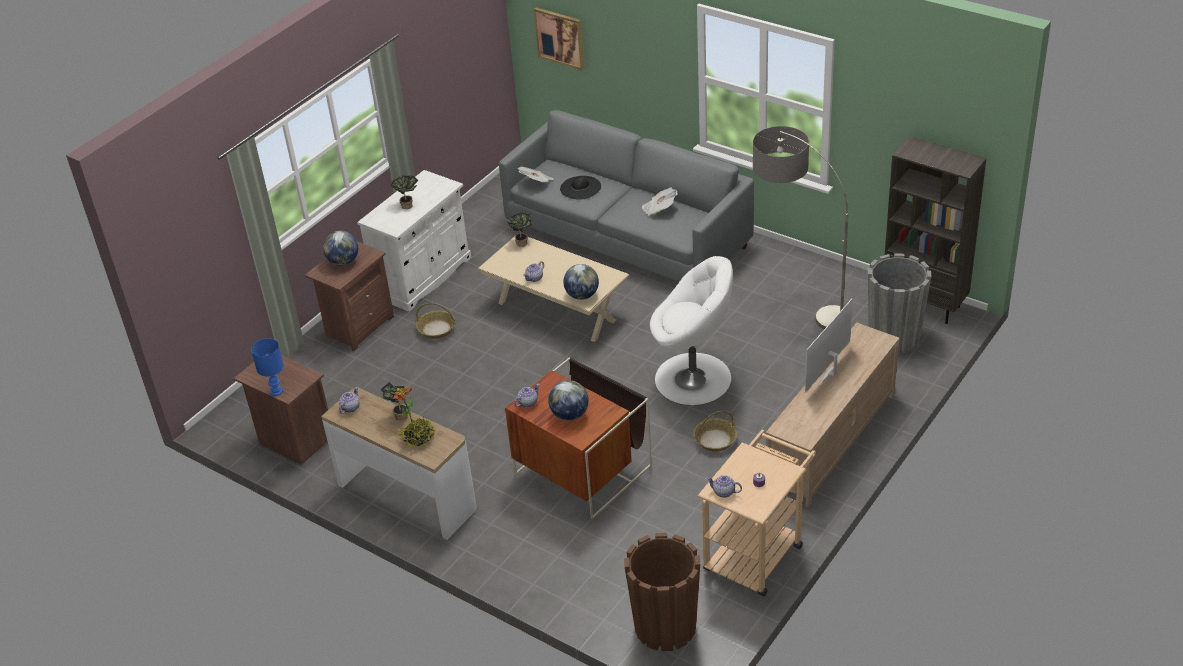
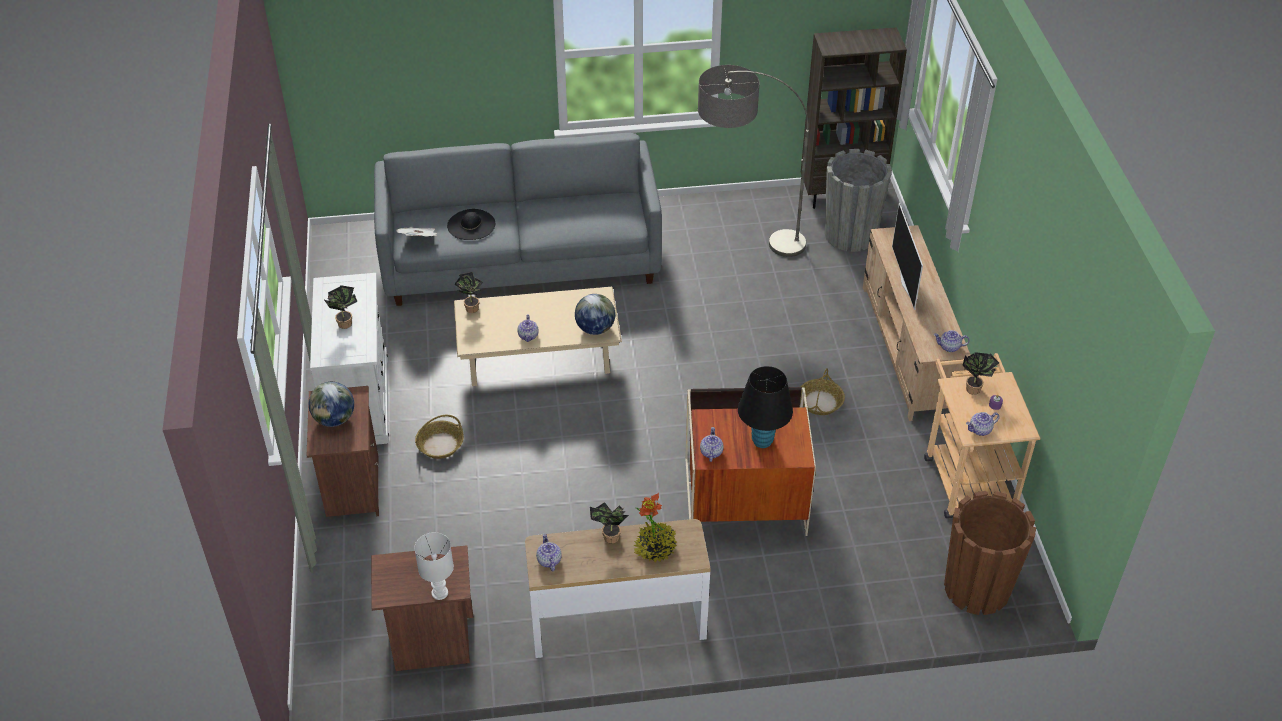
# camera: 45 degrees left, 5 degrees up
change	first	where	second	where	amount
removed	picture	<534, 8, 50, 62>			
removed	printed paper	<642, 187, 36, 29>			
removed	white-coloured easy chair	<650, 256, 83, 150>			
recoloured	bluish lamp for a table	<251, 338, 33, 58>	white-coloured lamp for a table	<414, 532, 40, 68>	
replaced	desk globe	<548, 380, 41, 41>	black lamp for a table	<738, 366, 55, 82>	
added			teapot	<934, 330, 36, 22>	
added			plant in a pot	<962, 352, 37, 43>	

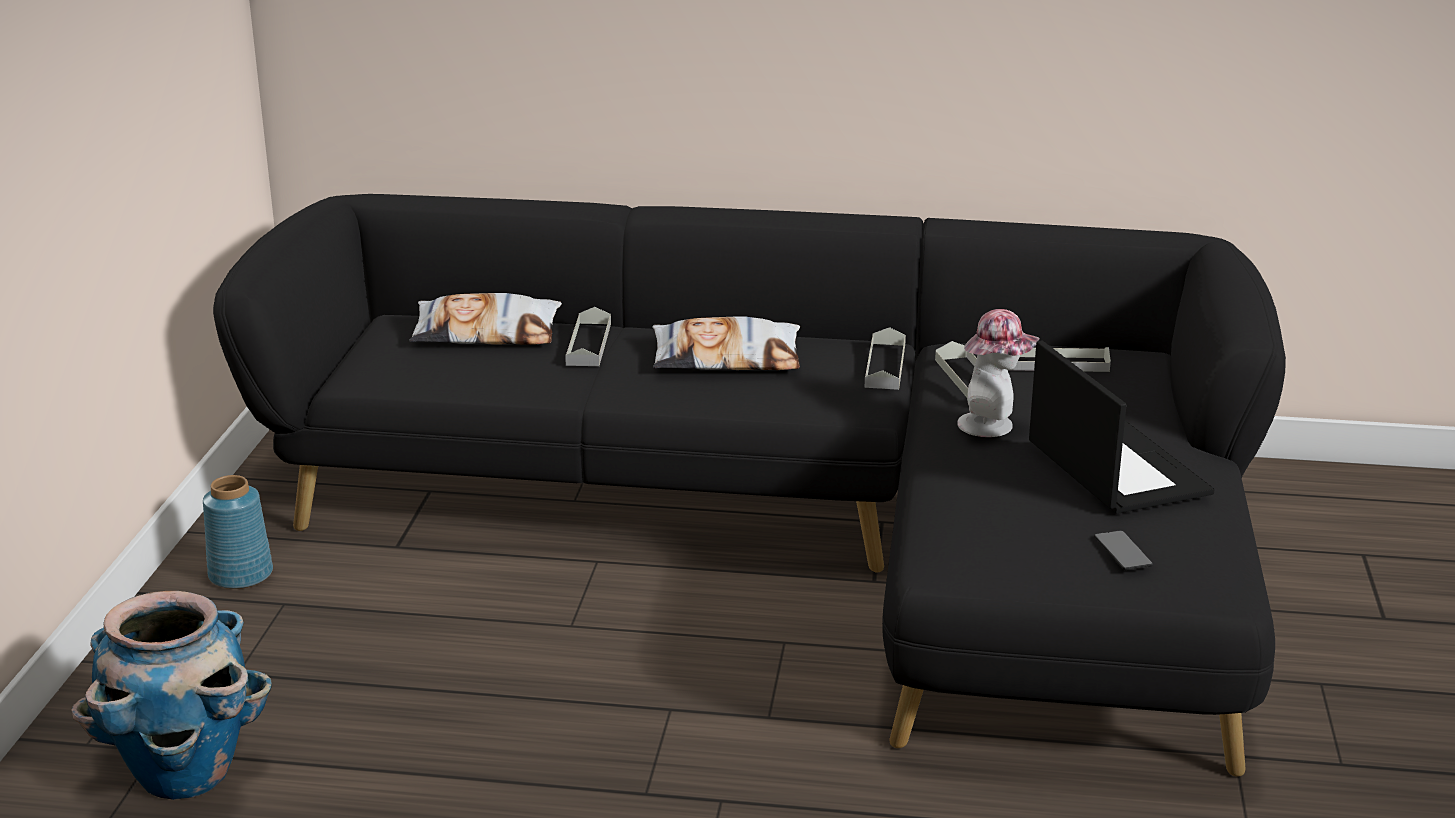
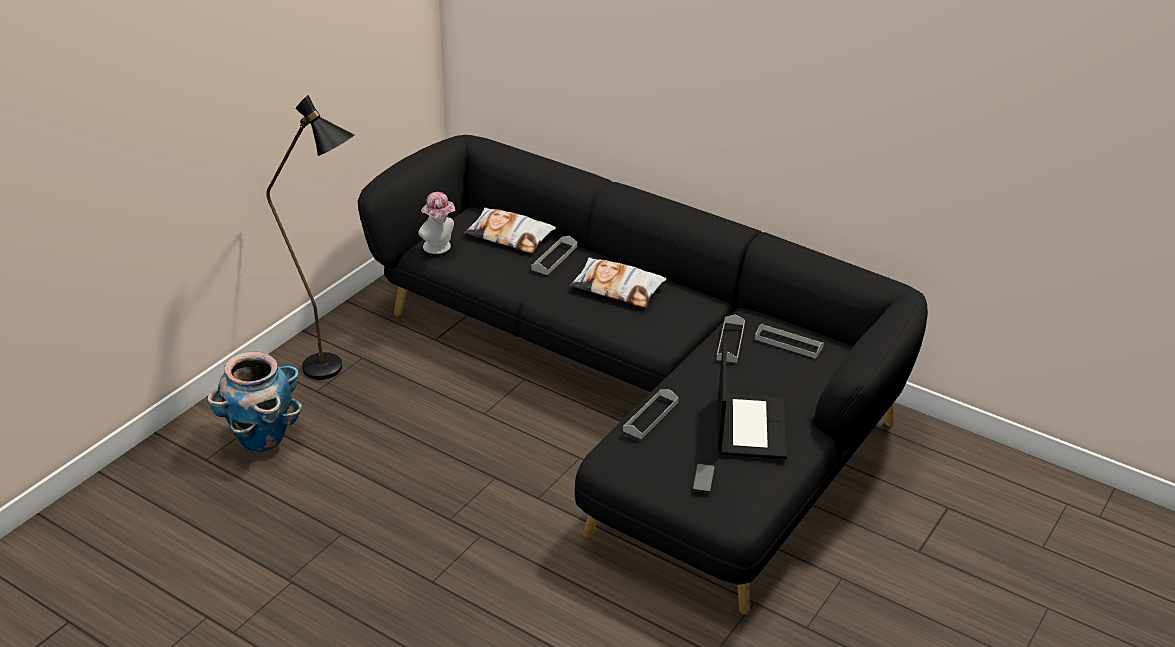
# camera: 25 degrees right, 10 degrees up
change	first	where	second	where	amount
moved	clothing hat	<957, 309, 83, 128>		<418, 192, 37, 62>	
moved	greyish tray	<865, 327, 41, 63>		<623, 389, 56, 50>	
removed	bluish decorative vase	<203, 475, 70, 114>			
added			black standard lamp	<266, 95, 88, 285>	

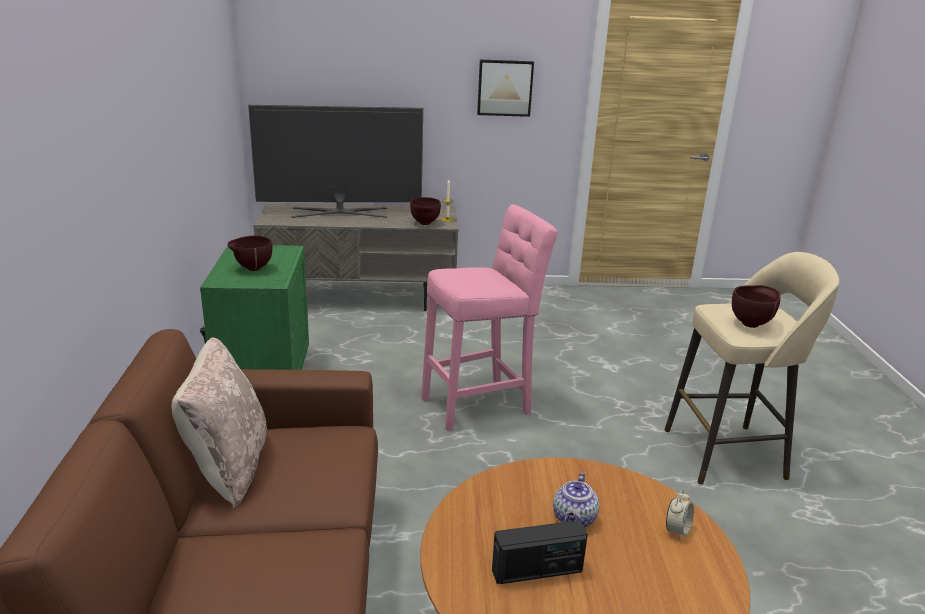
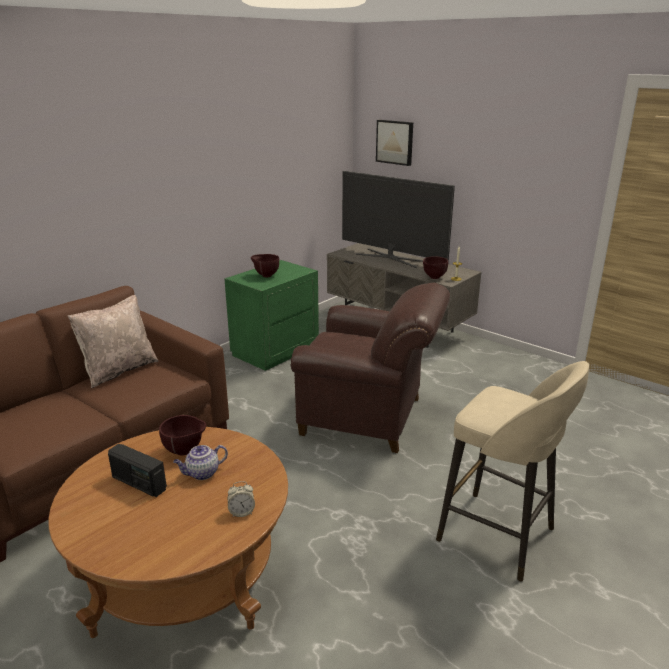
# camera: 45 degrees right, 0 degrees up
change	first	where	second	where	amount
moved	picture	<477, 60, 57, 57>		<376, 120, 37, 46>	
replaced	pink stool seat	<421, 204, 137, 227>	brown easy chair	<291, 283, 159, 170>	
moved	brown deep dish	<732, 285, 48, 43>		<159, 415, 47, 40>	

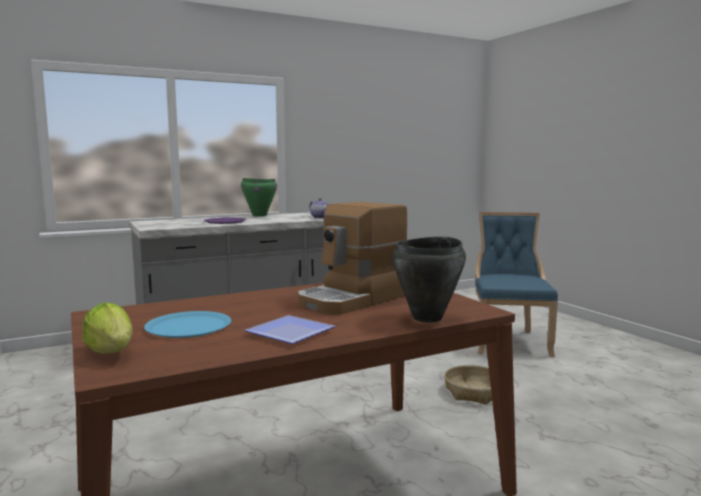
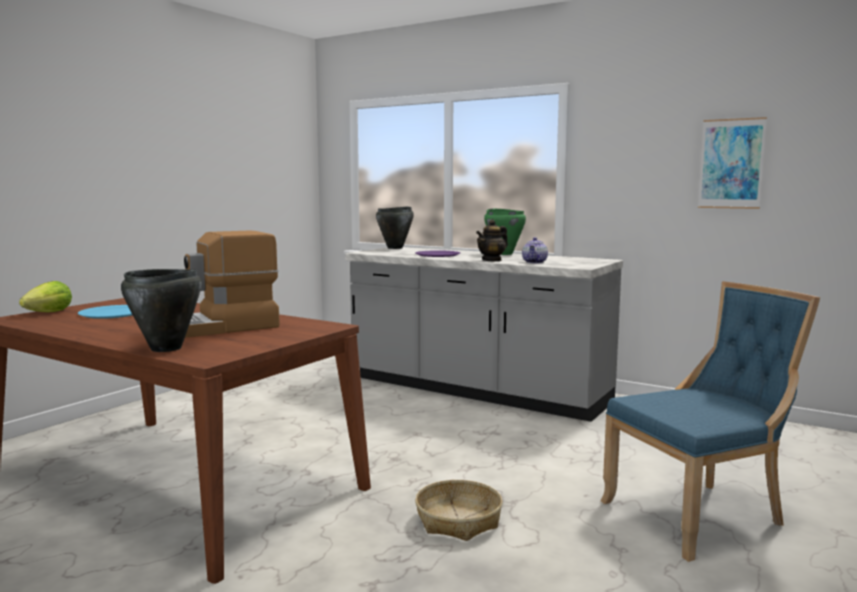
# camera: 60 degrees right, 0 degrees up
change	first	where	second	where	amount
turned	coffee brewer	<298, 202, 109, 112>		<184, 230, 96, 108>	45 degrees counterclockwise
removed	flat dish	<244, 315, 91, 29>			
added			picture	<698, 117, 69, 92>	
added			black saucepot	<376, 206, 38, 43>	
added			teapot	<476, 219, 32, 42>	

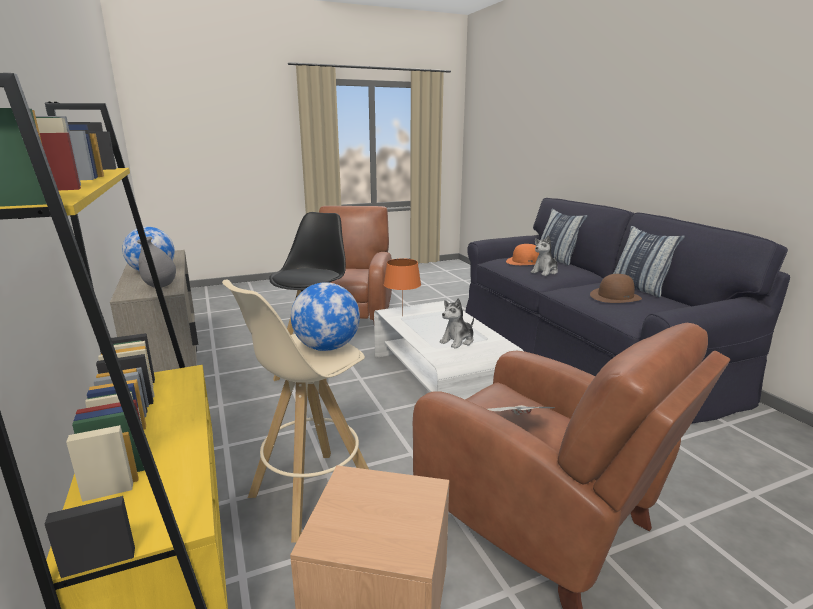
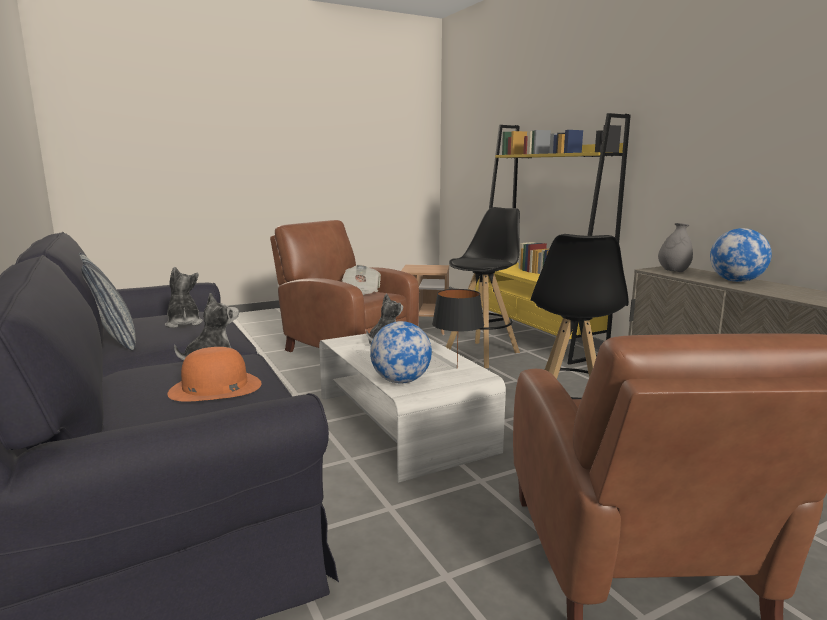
# camera: 175 degrees right, 5 degrees down
change	first	where	second	where	amount
removed	pillow	<541, 209, 47, 57>			
recoloured	orange lamp for a table	<384, 258, 37, 58>	black lamp for a table	<432, 289, 52, 79>	
replaced	brown clothing hat	<590, 274, 52, 29>	cuddly toy	<165, 267, 38, 61>	
recoloured	beige stool seat	<222, 280, 147, 263>	black stool seat	<446, 207, 74, 161>	
moved	desk globe	<291, 282, 69, 69>		<370, 321, 62, 62>	

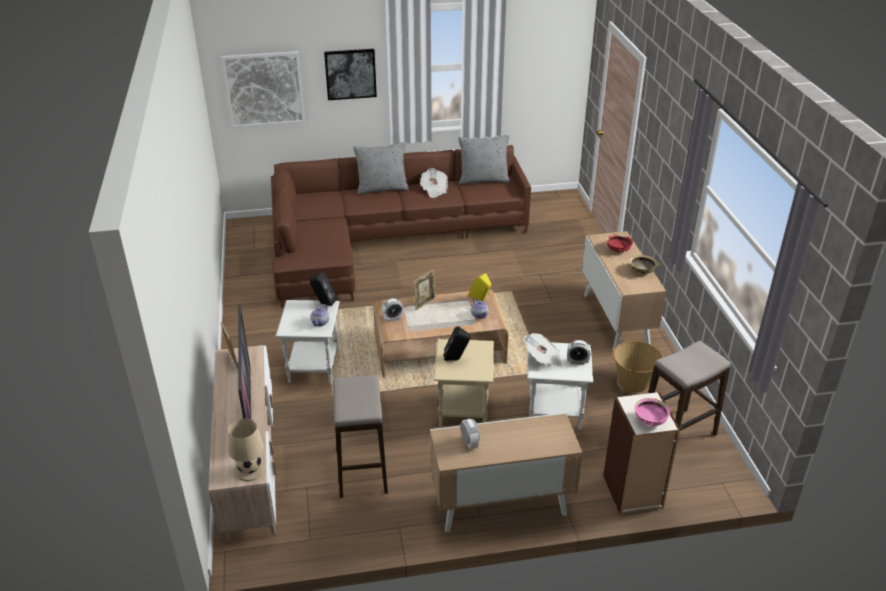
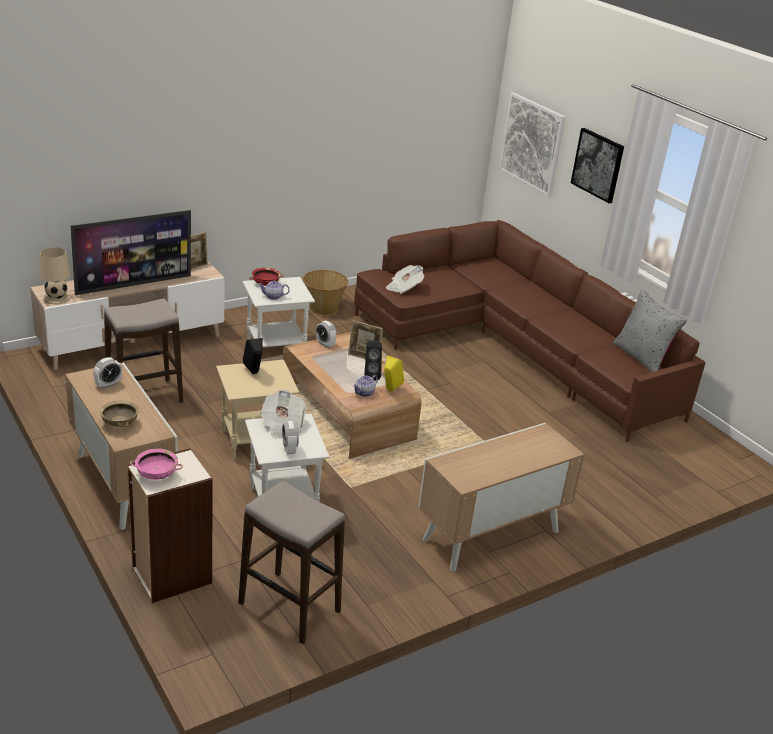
# camera: 65 degrees right, 5 degrees down
change	first	where	second	where	amount
removed	greyish pillow	<353, 142, 56, 53>			
moved	printed paper	<420, 168, 28, 30>		<386, 265, 38, 29>	
moved	reddish deep dish	<607, 234, 26, 18>		<249, 267, 34, 19>	
moved	beige deep dish	<626, 255, 34, 19>		<100, 400, 39, 27>	
moved	black speaker	<310, 272, 26, 34>		<364, 340, 18, 41>	
moved	household basket	<613, 341, 50, 52>		<303, 270, 45, 45>	

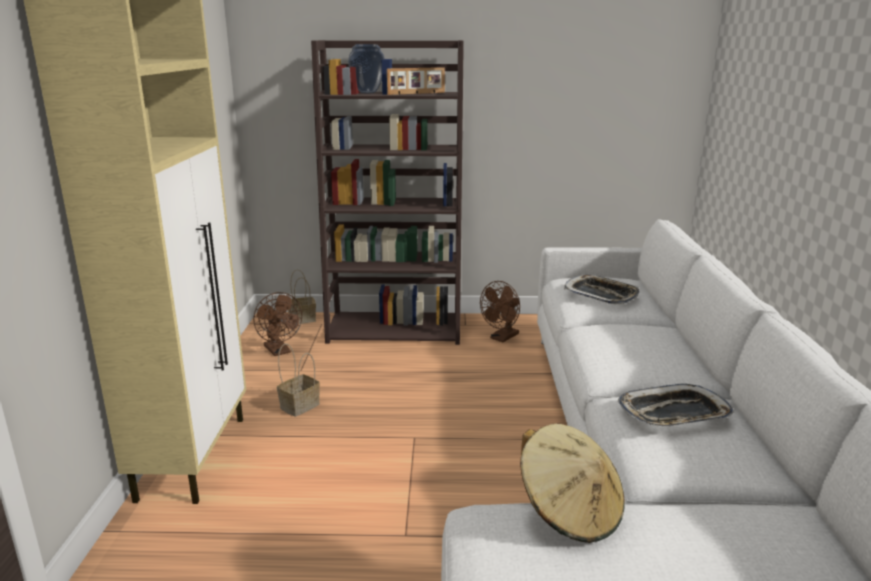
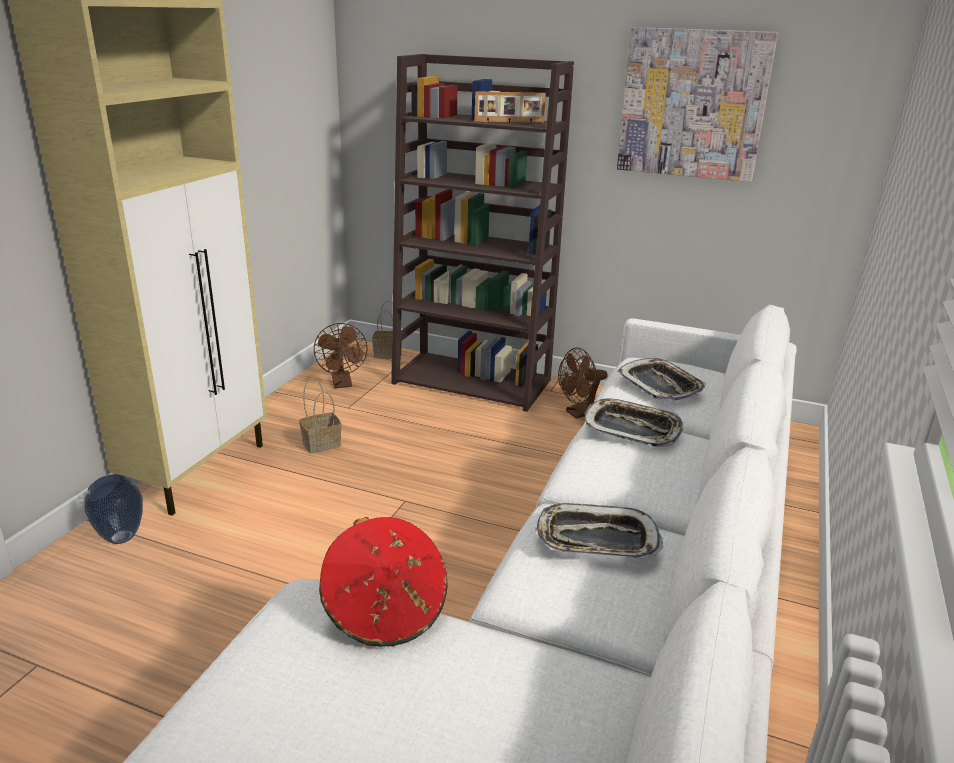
# camera: 20 degrees right, 5 degrees up
change	first	where	second	where	amount
moved	decorative vase	<348, 44, 37, 49>		<84, 474, 59, 70>	
recoloured	beige clothing hat	<520, 424, 105, 119>	reddish clothing hat	<319, 517, 129, 130>	
added			picture	<617, 27, 161, 155>	
added			tray	<585, 399, 98, 48>	

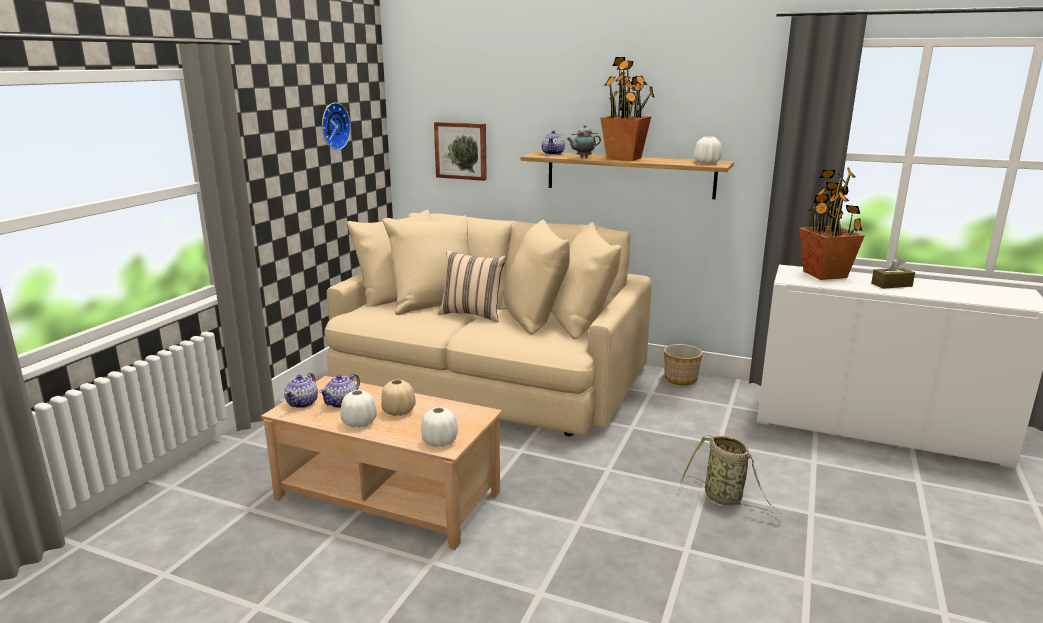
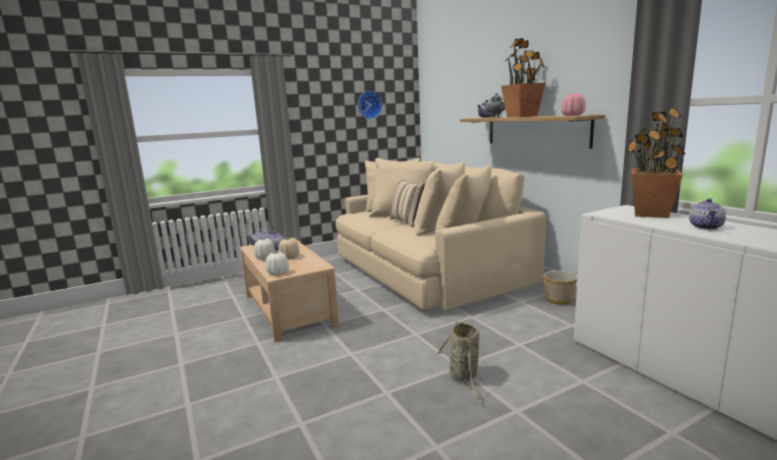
# camera: 40 degrees right, 5 degrees down
change	first	where	second	where	amount
removed	picture	<434, 122, 53, 59>			
recoloured	white-coloured decorative vase	<694, 136, 28, 28>	pink decorative vase	<561, 93, 25, 23>	
replaced	brown tissue box	<871, 257, 44, 32>	teapot	<689, 199, 37, 31>	

